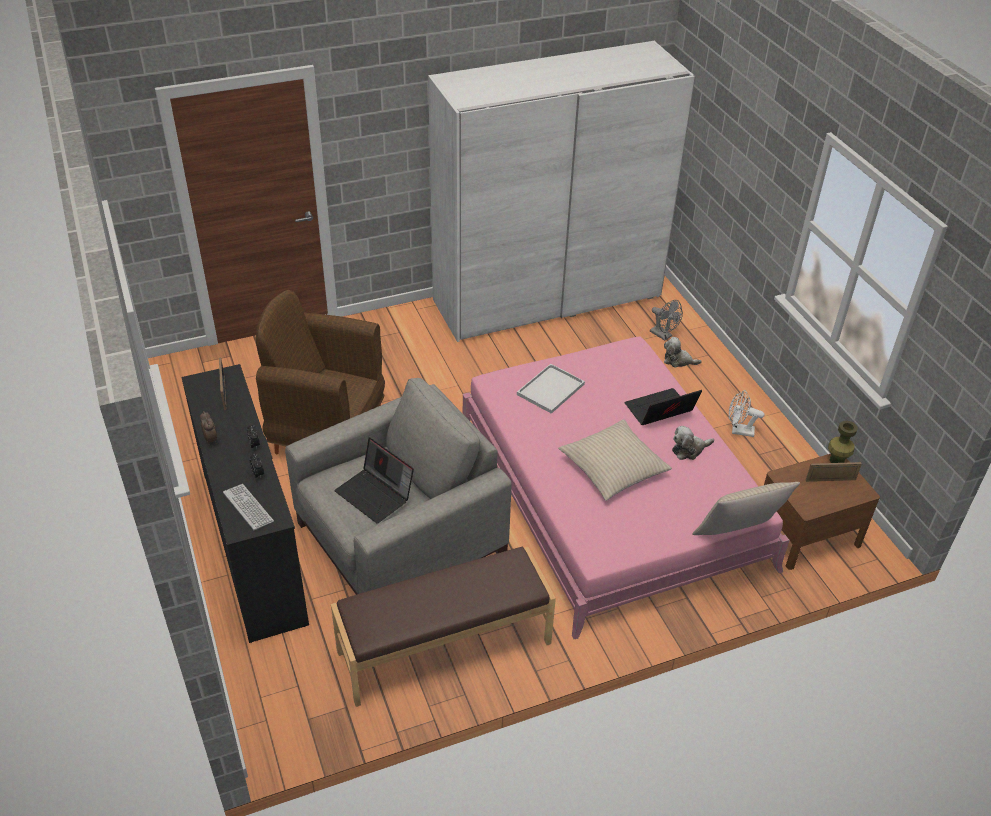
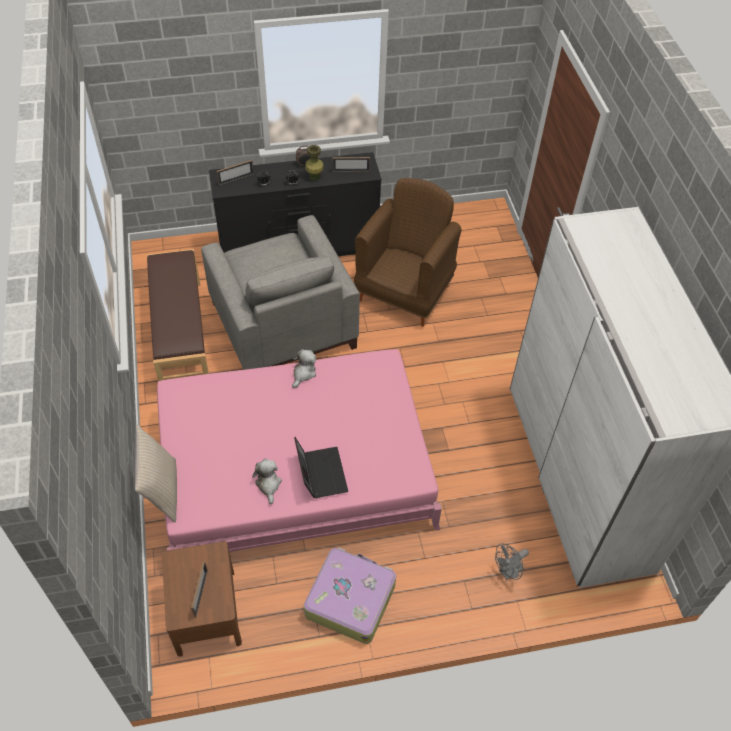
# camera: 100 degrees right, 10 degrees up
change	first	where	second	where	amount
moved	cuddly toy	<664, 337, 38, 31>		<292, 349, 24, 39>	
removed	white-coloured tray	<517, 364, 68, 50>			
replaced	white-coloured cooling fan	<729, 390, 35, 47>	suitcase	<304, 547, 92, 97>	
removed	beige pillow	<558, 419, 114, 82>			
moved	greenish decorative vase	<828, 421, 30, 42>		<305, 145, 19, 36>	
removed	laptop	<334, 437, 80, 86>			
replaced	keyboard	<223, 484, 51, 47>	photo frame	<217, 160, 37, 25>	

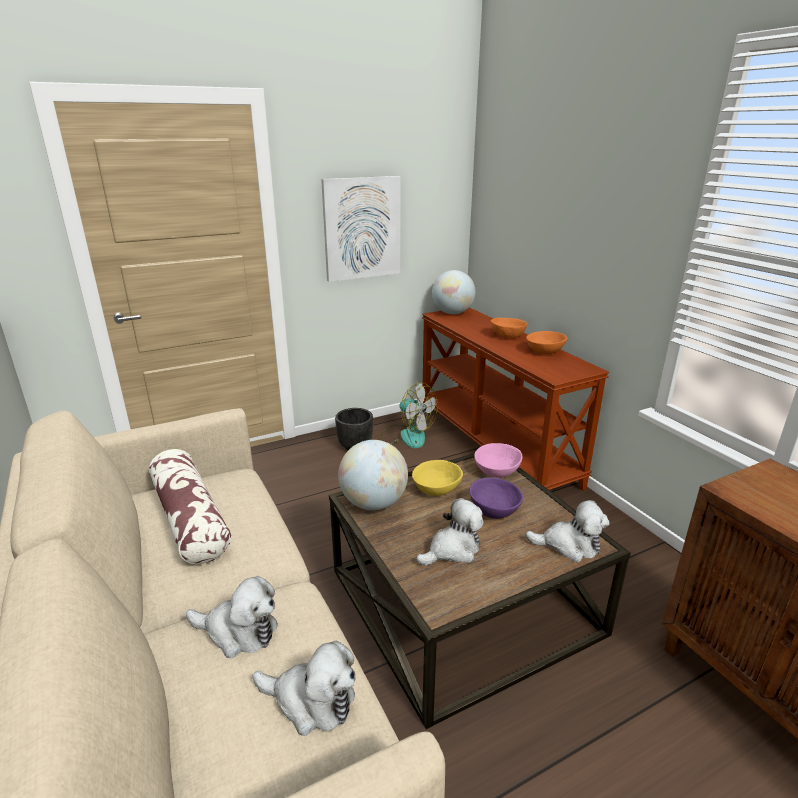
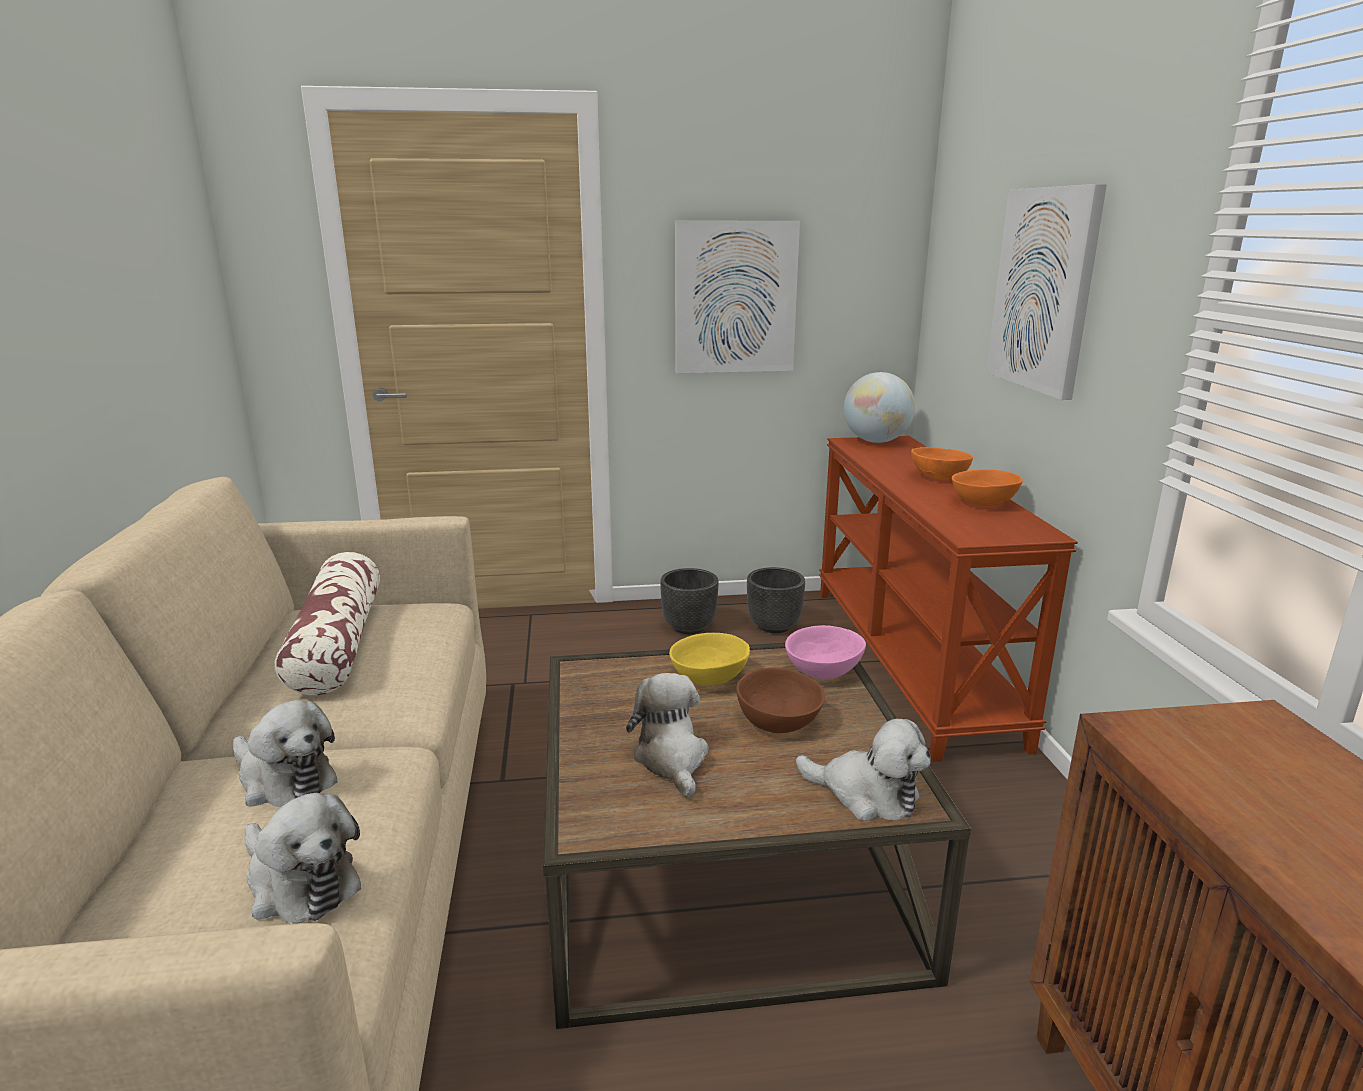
# camera: 20 degrees right, 5 degrees down
change	first	where	second	where	amount
replaced	cooling fan	<379, 383, 59, 65>	black planter	<747, 567, 58, 66>	
removed	desk globe	<338, 440, 70, 70>			
recoloured	purple-coloured deep dish	<469, 477, 54, 42>	brown deep dish	<736, 668, 89, 65>	
turned	cuddly toy	<416, 498, 68, 68>		<626, 673, 83, 125>	90 degrees counterclockwise
added			picture	<986, 184, 121, 216>	

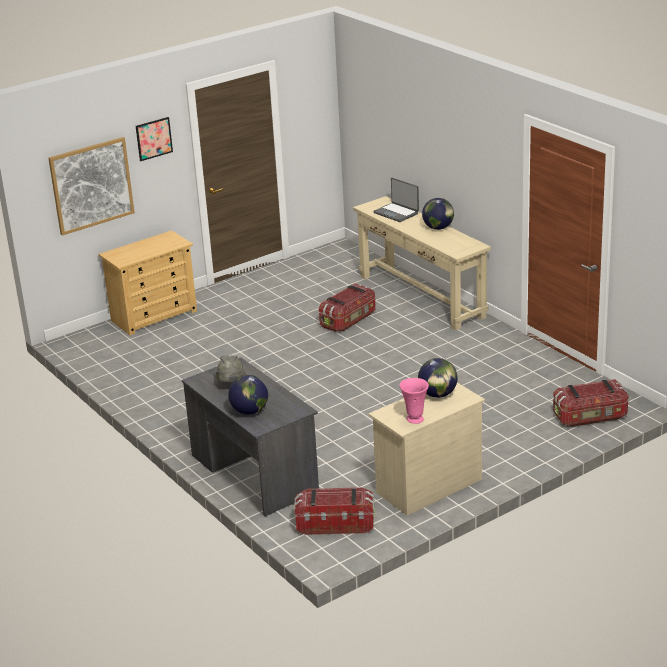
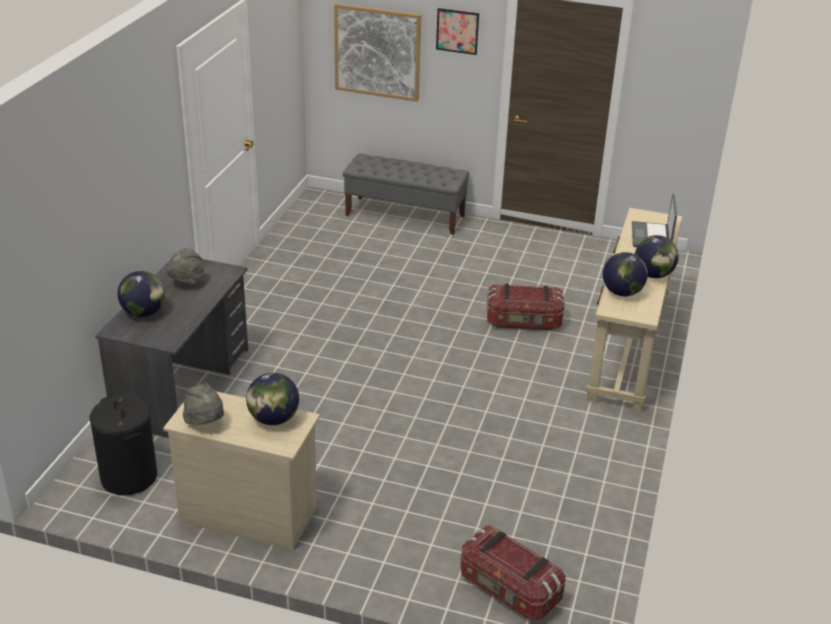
# camera: 50 degrees right, 5 degrees up
change	first	where	second	where	amount
replaced	beige drawer chest	<99, 230, 98, 105>	greyish bench	<343, 154, 126, 81>	
replaced	pink decorative vase	<399, 378, 30, 46>	greyish clothing hat	<183, 383, 41, 42>	
replaced	storage bin	<294, 487, 81, 48>	black laundry basket	<90, 396, 67, 99>	
added			desk globe	<603, 252, 45, 44>	

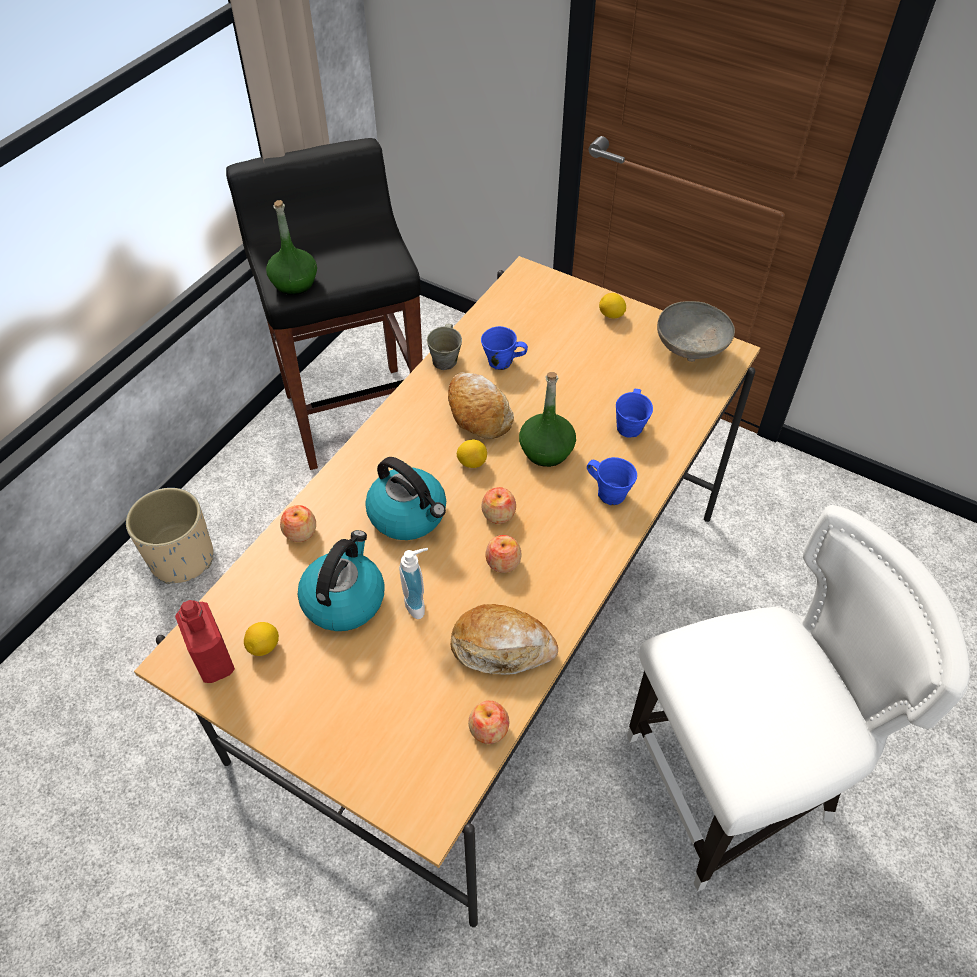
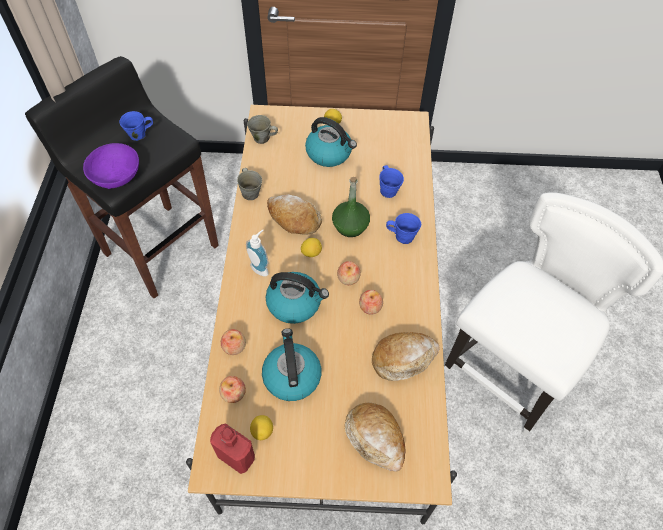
# camera: 30 degrees left, 5 degrees up
change	first	where	second	where	amount
replaced	greenish drink bottle	<266, 200, 51, 95>	purple-coloured deep dish	<83, 143, 56, 46>	
removed	greyish deep dish	<657, 301, 78, 61>			
moved	bluish tea mug	<481, 326, 47, 44>		<119, 111, 34, 30>	
removed	beige planter	<126, 488, 87, 96>			
moved	liquid soap bottle	<399, 548, 29, 71>		<246, 230, 23, 46>	
moved	whole apple	<468, 700, 41, 44>		<219, 376, 27, 27>	
added			greyish tea mug	<247, 115, 31, 29>	
added			kettle	<305, 117, 52, 50>	
added			baked bread	<345, 402, 61, 70>	

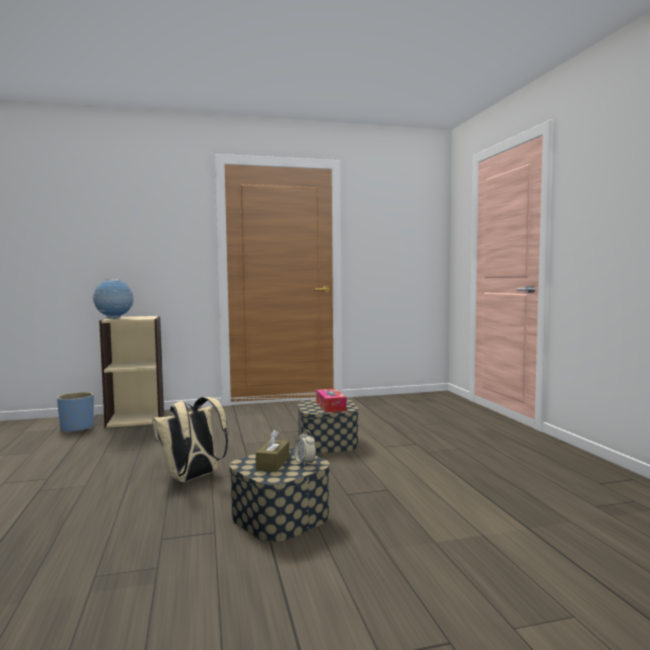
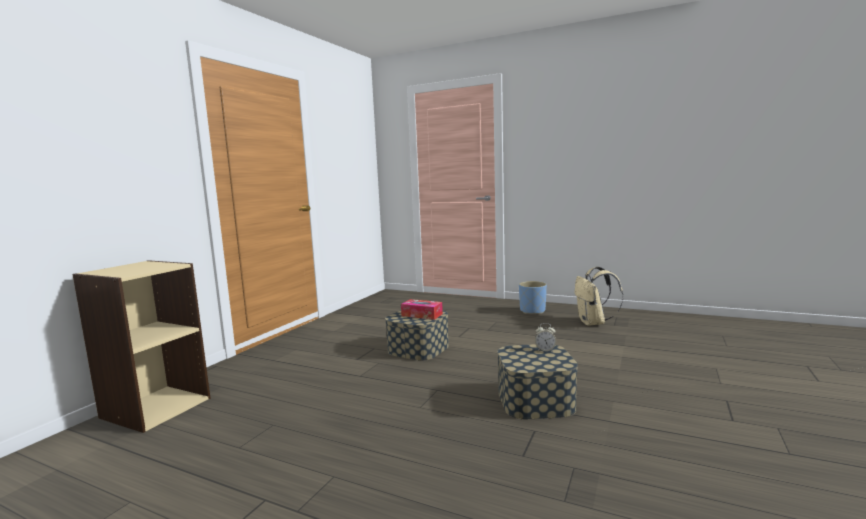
# camera: 50 degrees left, 5 degrees up
change	first	where	second	where	amount
removed	desk globe	<93, 279, 40, 40>			
moved	bluish planter	<57, 392, 37, 41>		<519, 281, 28, 33>	
moved	beige backpack	<152, 397, 76, 85>		<574, 267, 49, 59>	
removed	brown tissue box	<256, 430, 33, 42>			

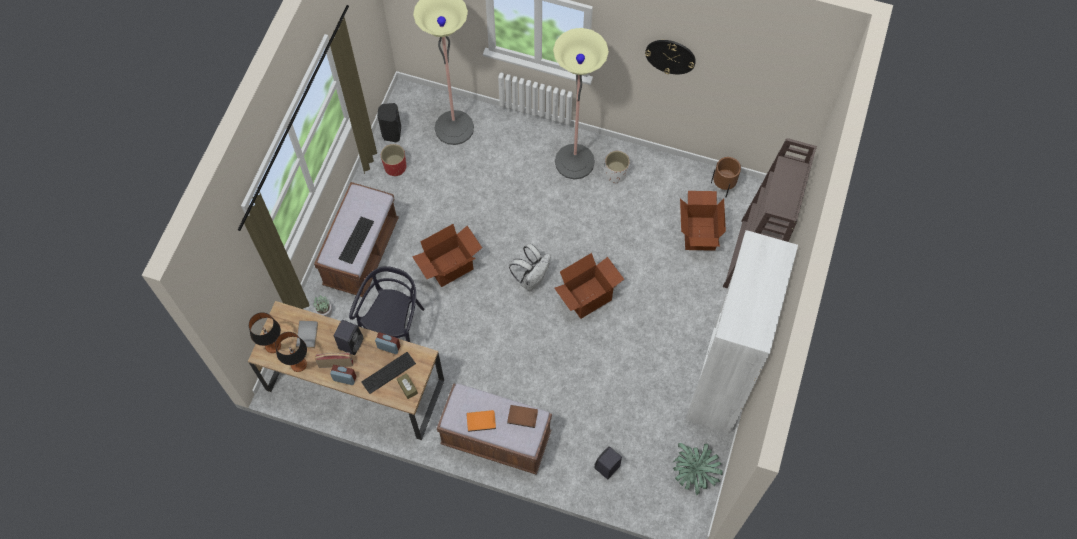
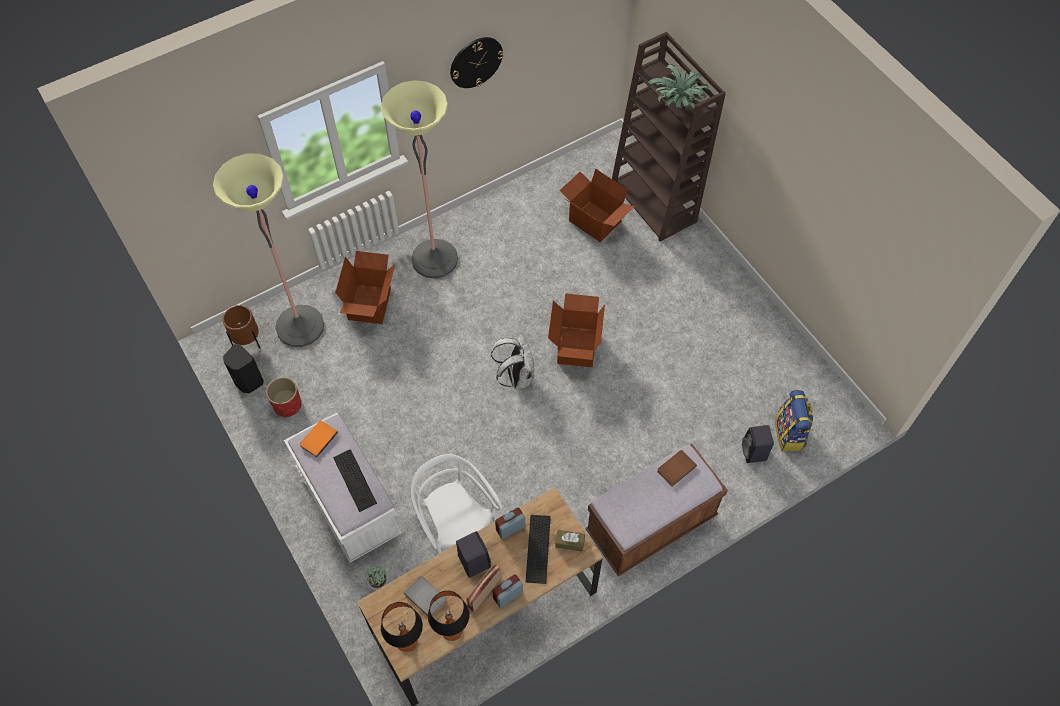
# camera: 50 degrees left, 5 degrees down
change	first	where	second	where	amount
removed	white-coloured planter	<605, 151, 25, 32>			
moved	brown planter	<711, 157, 30, 40>		<222, 305, 38, 44>	
recoloured	brown bench	<314, 182, 85, 115>	white-coloured bench	<284, 413, 118, 150>	
moved	cardboard box	<412, 224, 70, 63>		<335, 251, 60, 73>	
removed	white-coloured bookshelf	<686, 230, 112, 204>			
recoloured	black upright chair	<349, 266, 76, 76>	white-coloured upright chair	<411, 454, 92, 101>	
moved	orange book	<467, 410, 29, 22>		<300, 420, 38, 38>	
moved	plant in a pot	<673, 443, 50, 52>		<648, 64, 62, 45>	
added			backpack	<775, 390, 38, 61>	

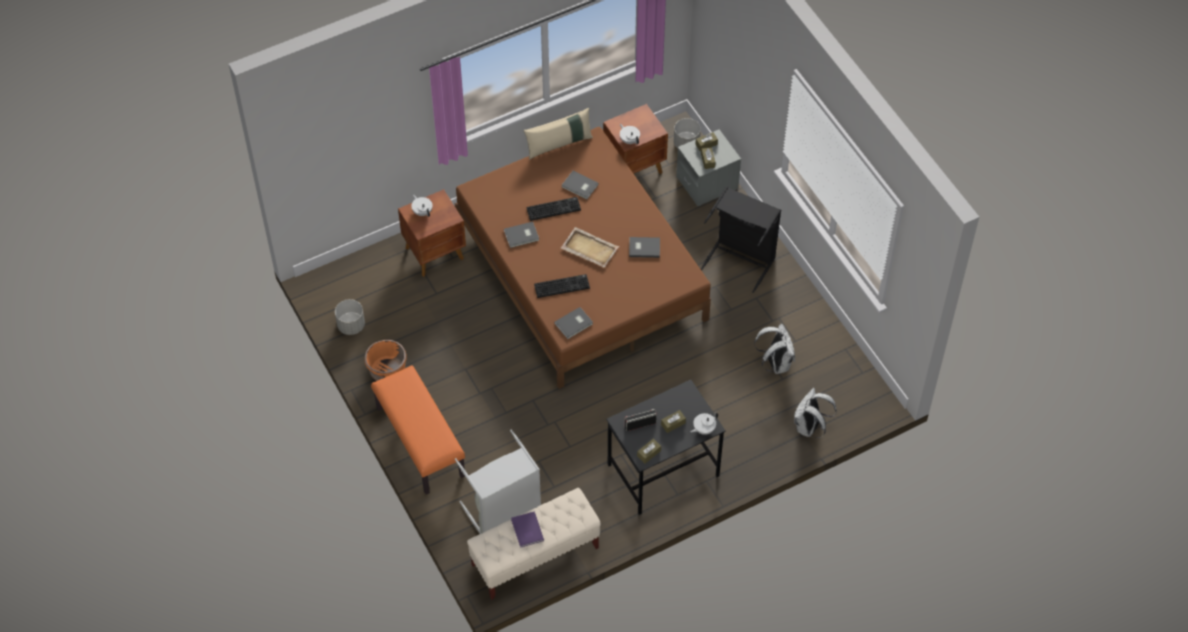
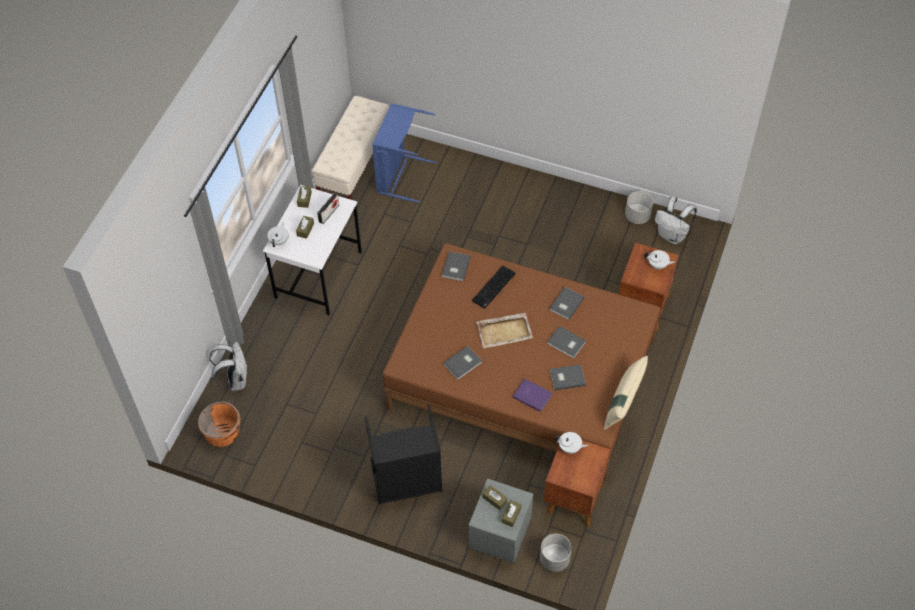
# camera: 140 degrees right, 0 degrees up
change	first	where	second	where	amount
replaced	keyboard	<527, 197, 54, 24>	greyish book	<547, 326, 39, 32>	
moved	white-coloured backpack	<754, 324, 41, 50>		<655, 196, 42, 48>	
moved	orange planter	<364, 340, 42, 41>		<198, 401, 42, 46>	
removed	orange bench	<371, 365, 94, 130>			
recoloured	black desk unit	<606, 380, 120, 135>	white-coloured desk unit	<263, 185, 99, 130>	
recoloured	greyish laundry basket	<455, 430, 86, 104>	bluish laundry basket	<372, 103, 65, 100>	
moved	purple-coloured book	<511, 512, 33, 36>		<512, 378, 40, 34>	

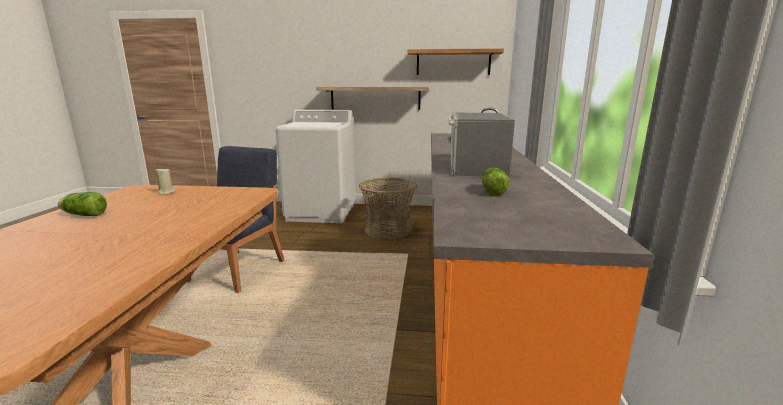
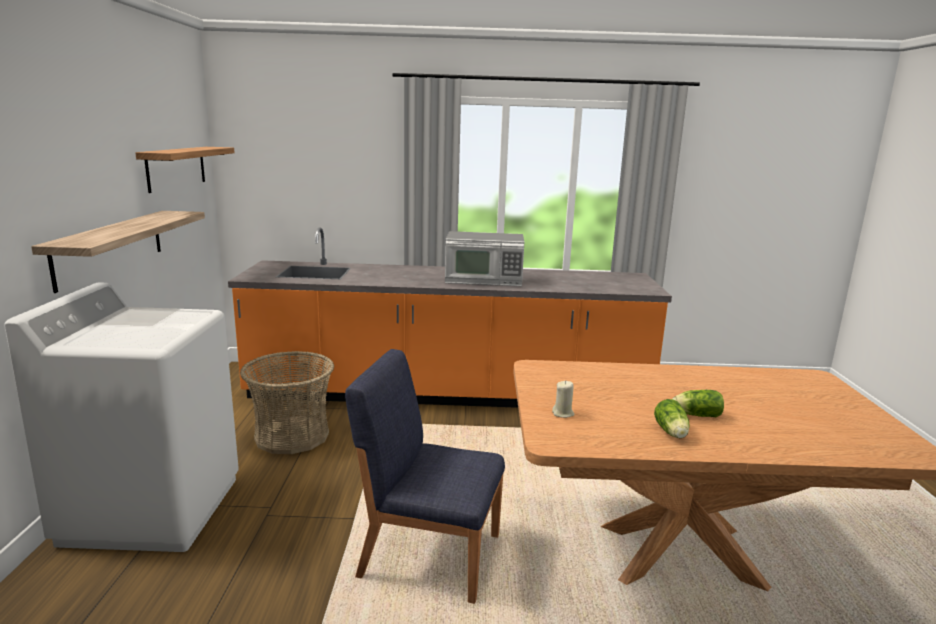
# camera: 95 degrees left, 0 degrees up
change	first	where	second	where	amount
moved	lettuce	<482, 167, 27, 29>		<673, 390, 51, 27>	

